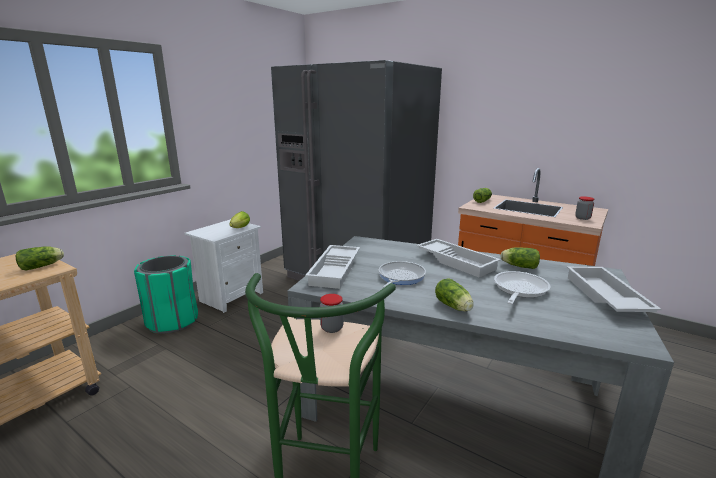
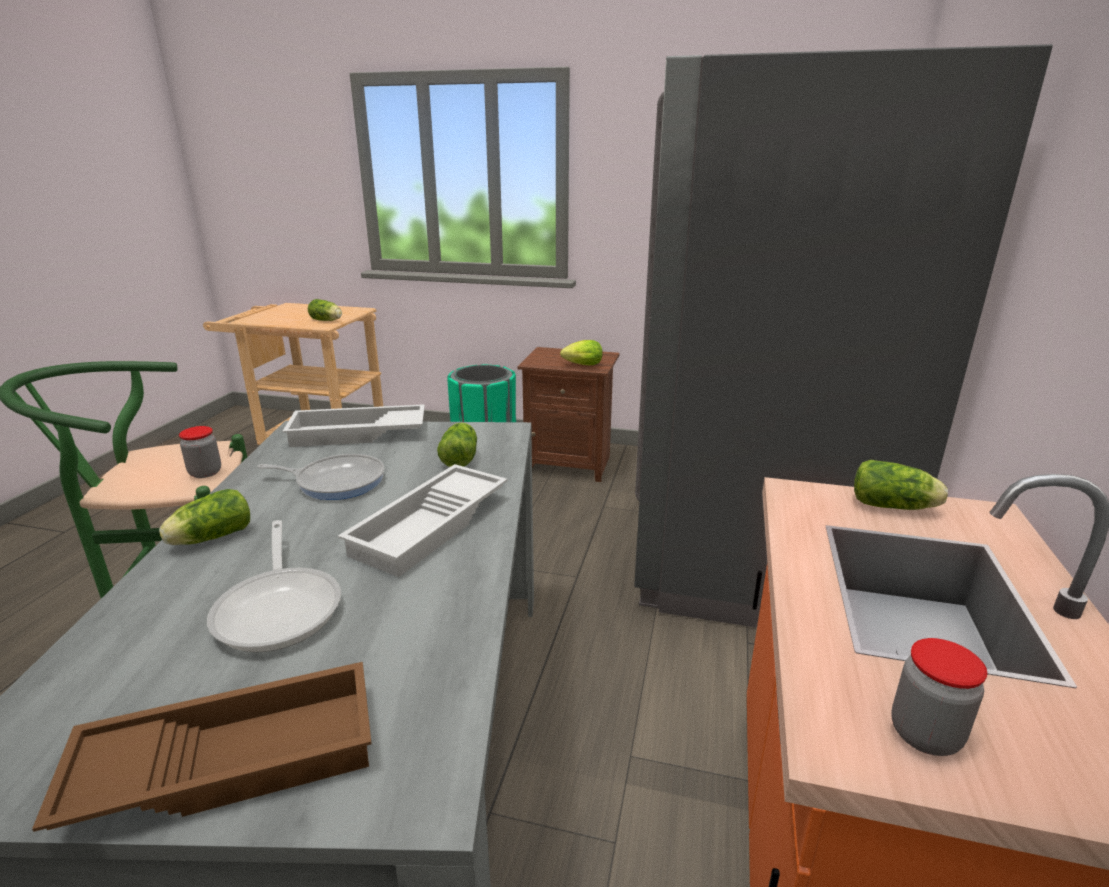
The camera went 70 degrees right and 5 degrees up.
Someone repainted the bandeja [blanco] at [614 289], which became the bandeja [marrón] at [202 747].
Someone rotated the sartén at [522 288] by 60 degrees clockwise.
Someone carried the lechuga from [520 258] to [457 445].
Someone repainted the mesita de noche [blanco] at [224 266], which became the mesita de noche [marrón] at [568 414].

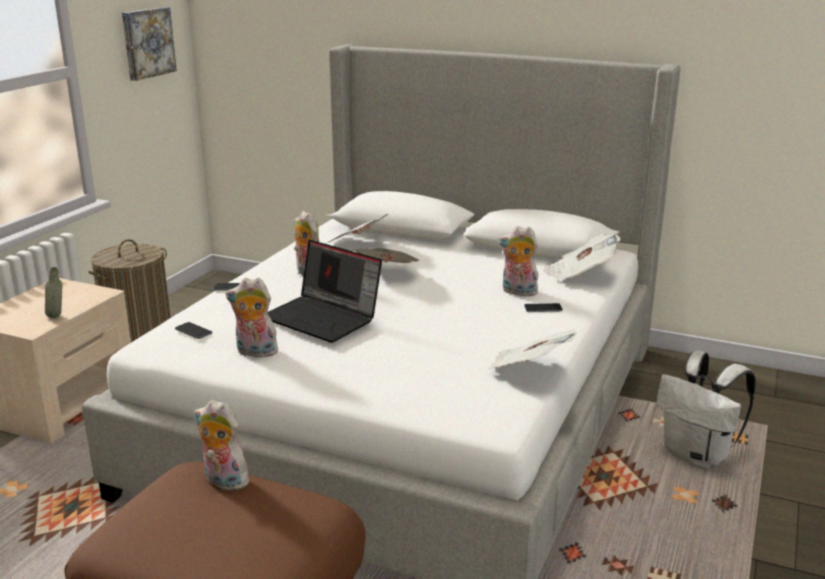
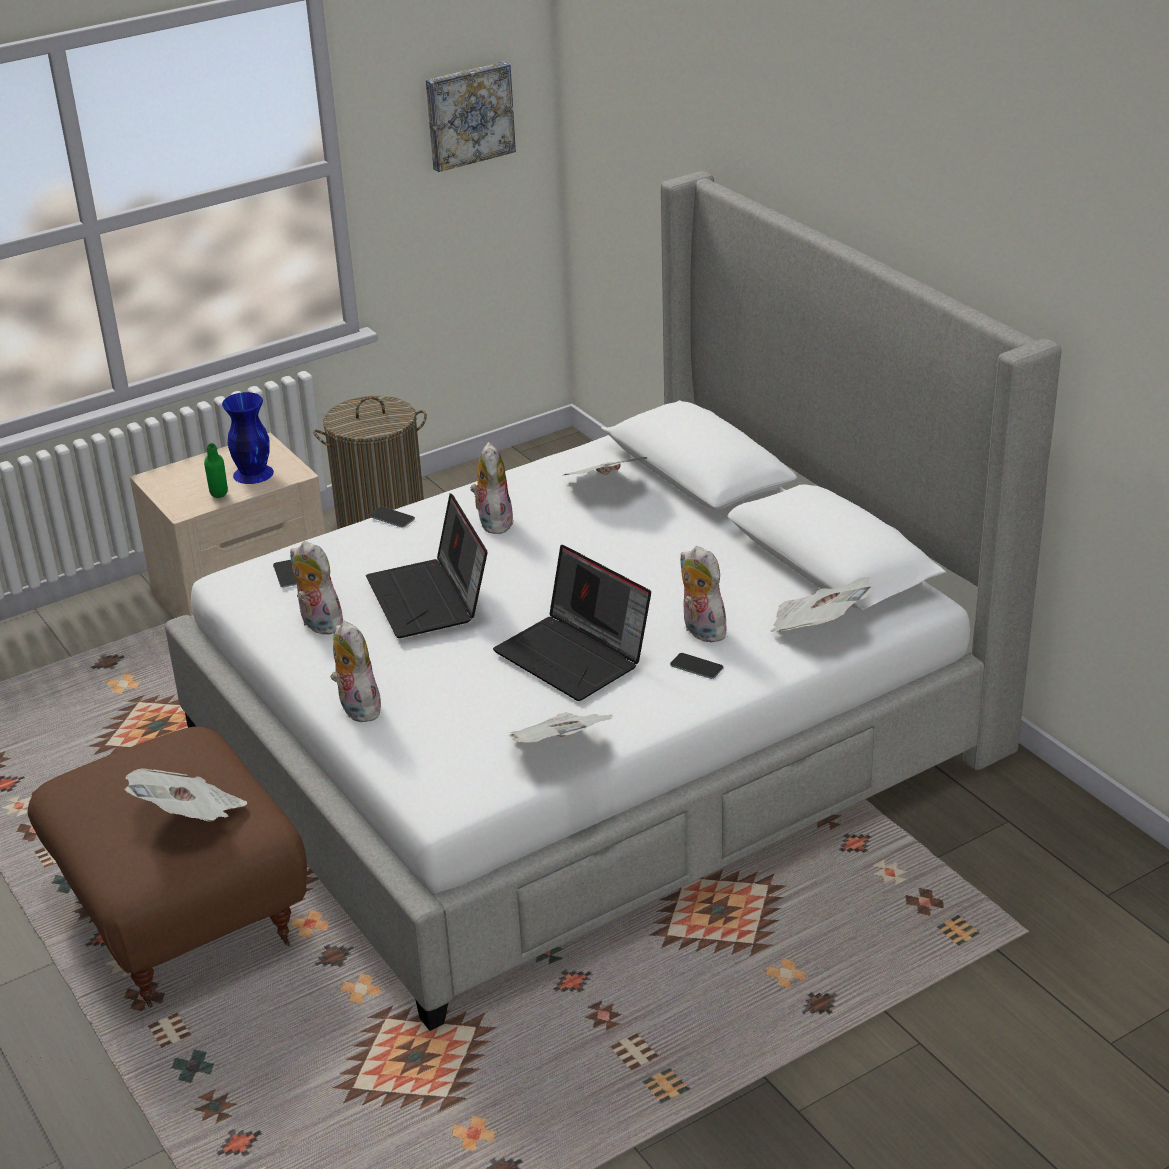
The camera went 35 degrees right and 10 degrees up.
Someone carried the periódico from [386 255] to [185 794].
Someone repainted the botella [gris] at [53 292], which became the botella [verde] at [216 470].
Someone put down the florero [azul] at [248 438].
Someone carried the peluche from [223 445] to [356 671].
Someone put down the portátil at [572 623].
Someone took away the mochila [blanco] at [706 410].

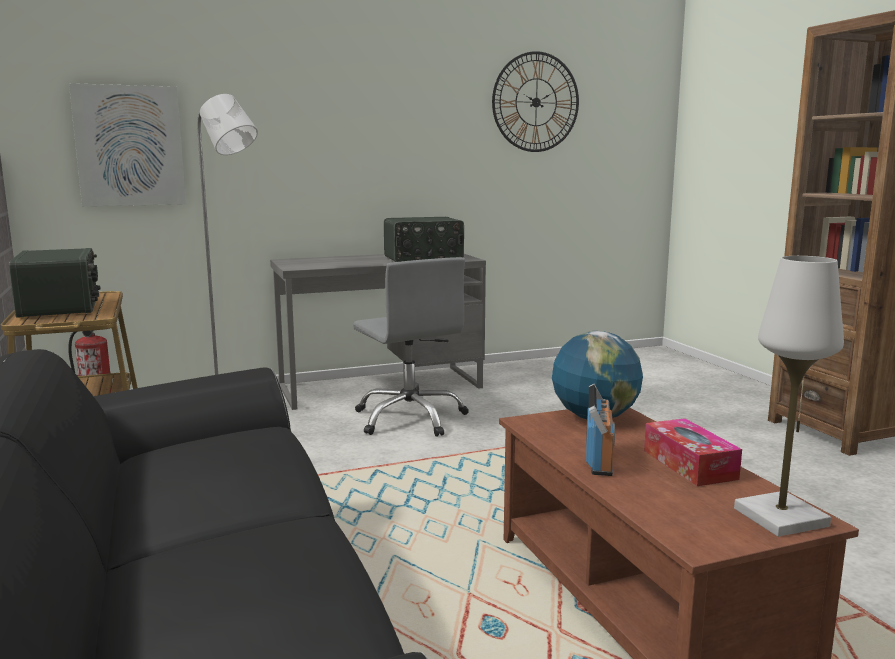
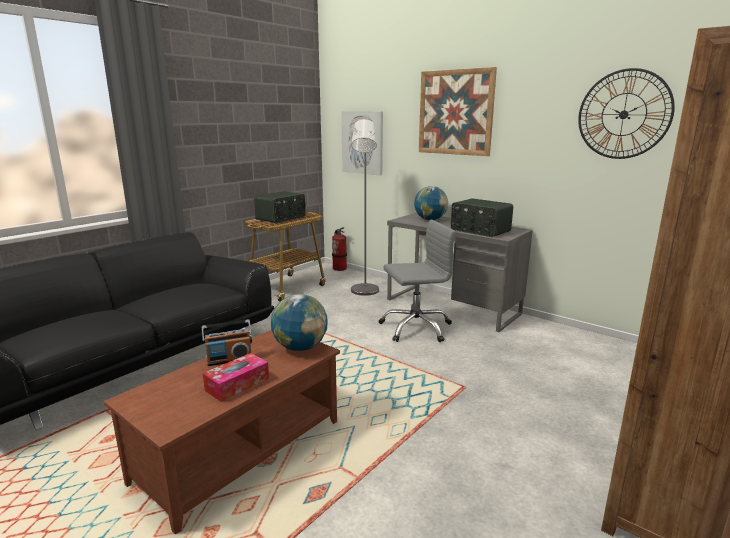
The camera went 60 degrees right and 5 degrees up.
Someone rotated the silla de oficina [gris] at [411 347] by 135 degrees counterclockwise.
Someone put down the globo terráqueo at [431 203].
Someone put up the cuadro at [458 111].
Someone took away the lámpara de mesa [blanco] at [789 396].

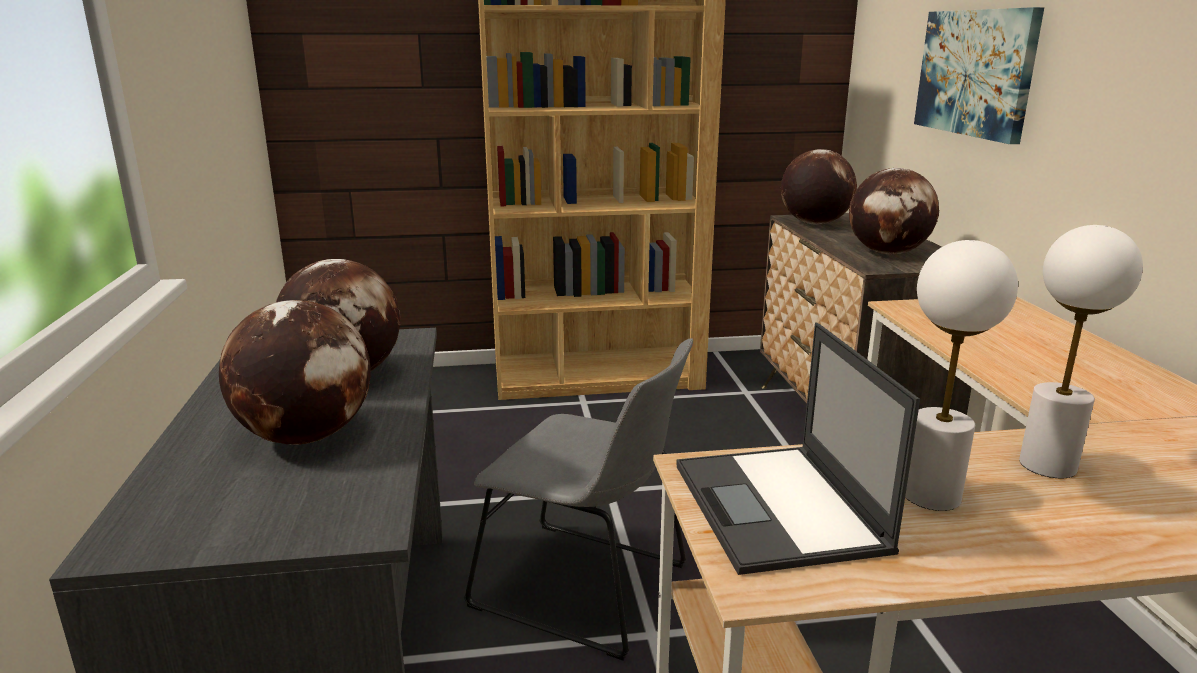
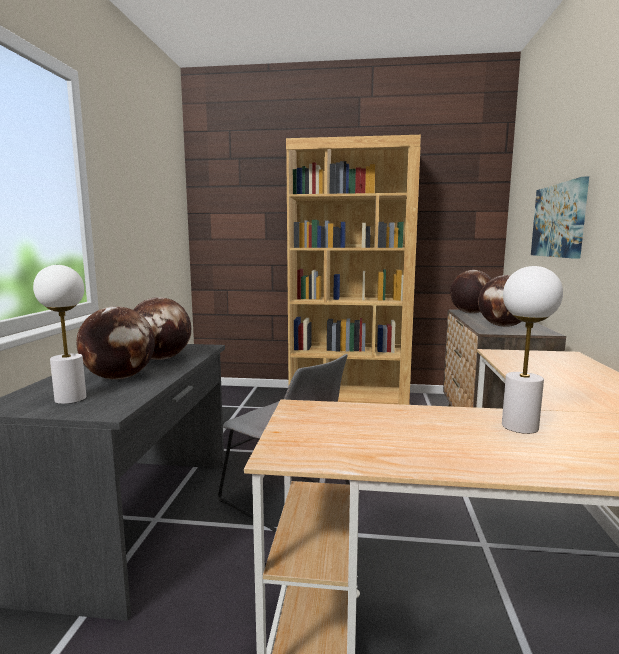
The camera went 15 degrees right and 10 degrees down.
Someone carried the lámpara de mesa [blanco] from [961 375] to [59 334].
Someone took away the portátil at [798 449].

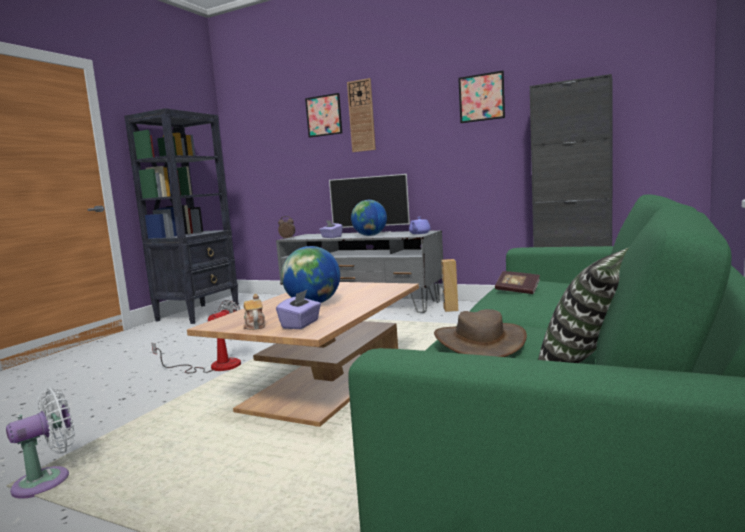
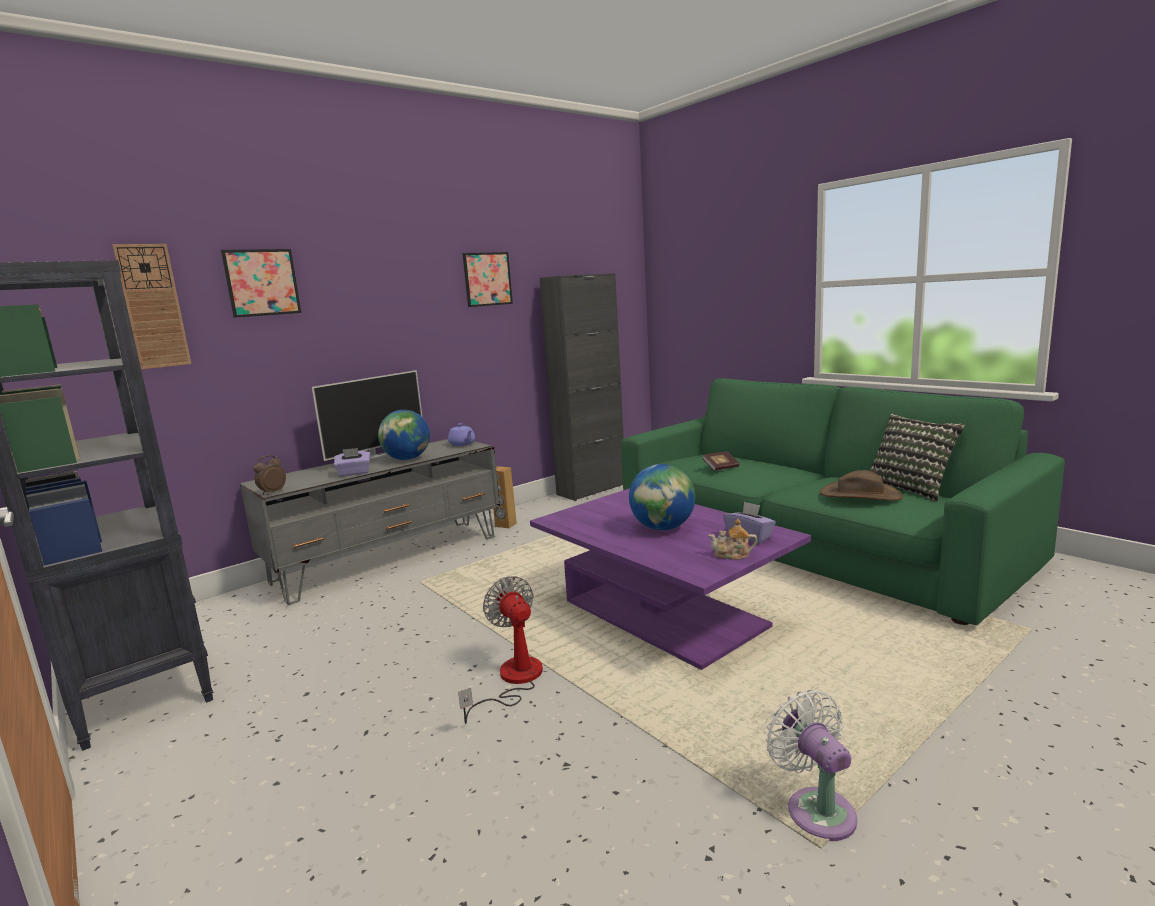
The camera went 65 degrees left and 5 degrees up.
Someone carried the reloj de pared from [361 115] to [151 306].
Someone repainted the mesa de centro [marrón] at [303 354], which became the mesa de centro [morado] at [670 579].

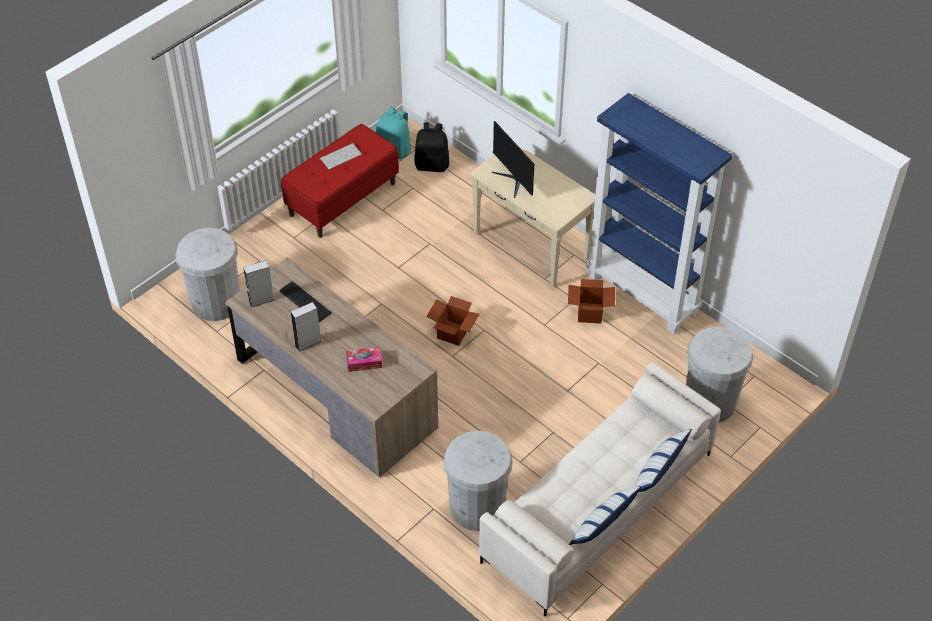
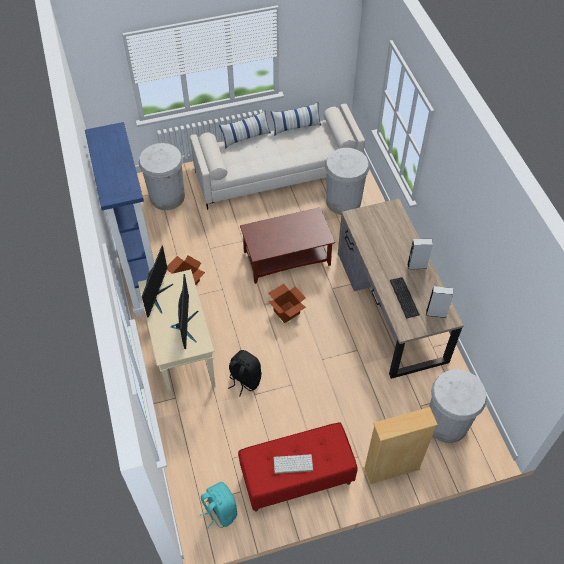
The camera went 150 degrees left and 5 degrees up.
Someone put down the monitor at [158 281].
Someone carried the mochila [negro] from [432 147] to [245 373].
Someone put down the mesa de centro [marrón] at [287 245].
Someone put down the estantería [beis] at [400 446].
Someone took away the caja de pañuelos at [364 359].

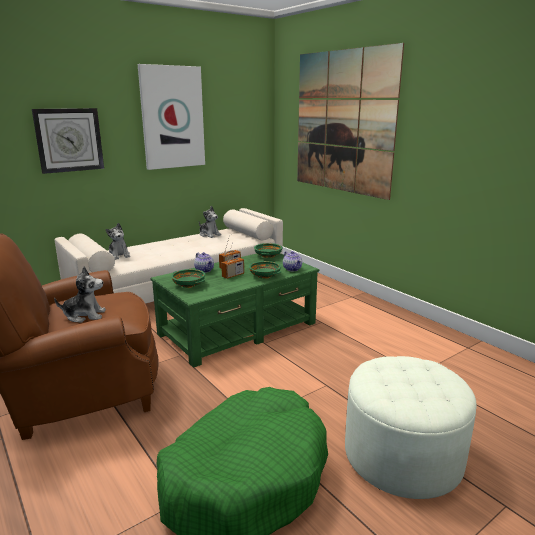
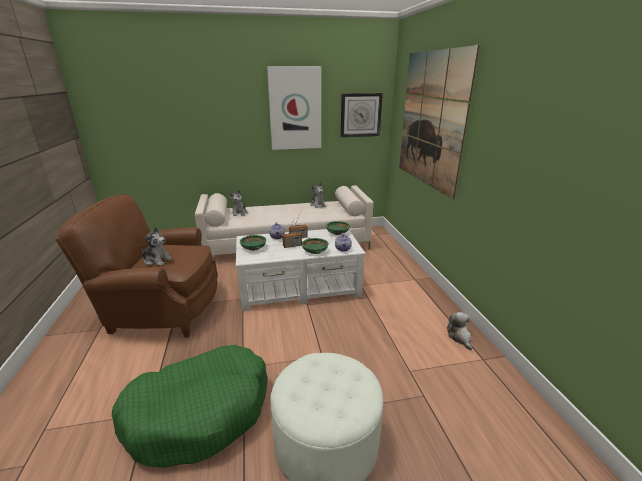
The camera went 25 degrees right and 5 degrees up.
Someone repainted the mesa de centro [verde] at [234 310], which became the mesa de centro [blanco] at [301 270].
Someone carried the reloj de pared from [68 141] to [362 115].
Someone put down the peluche at [459 331].

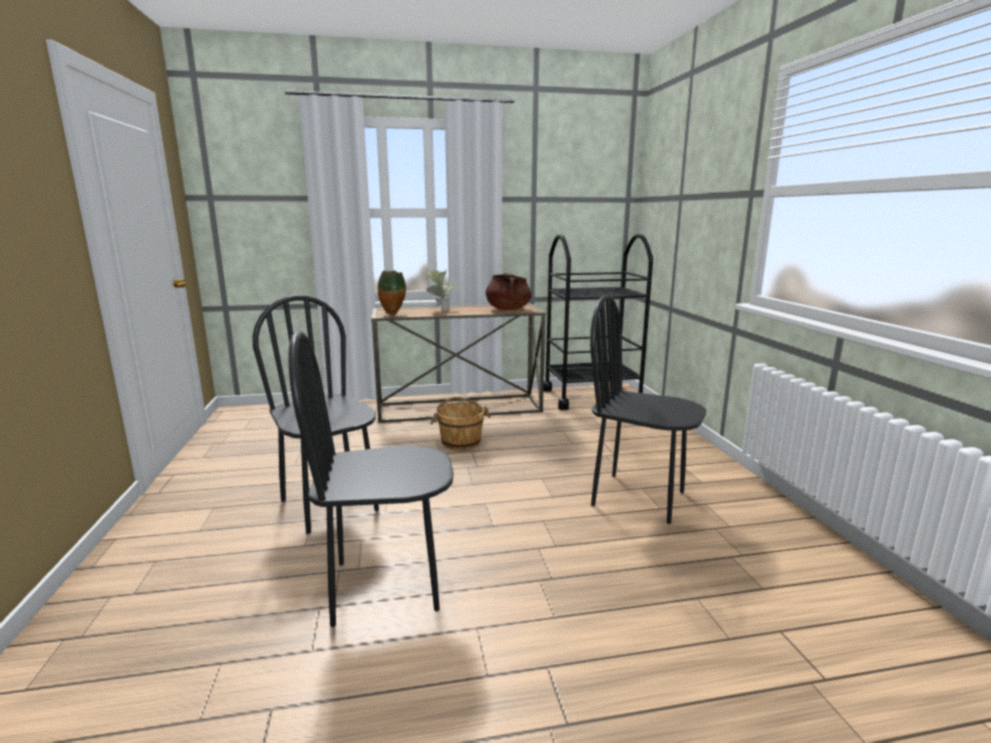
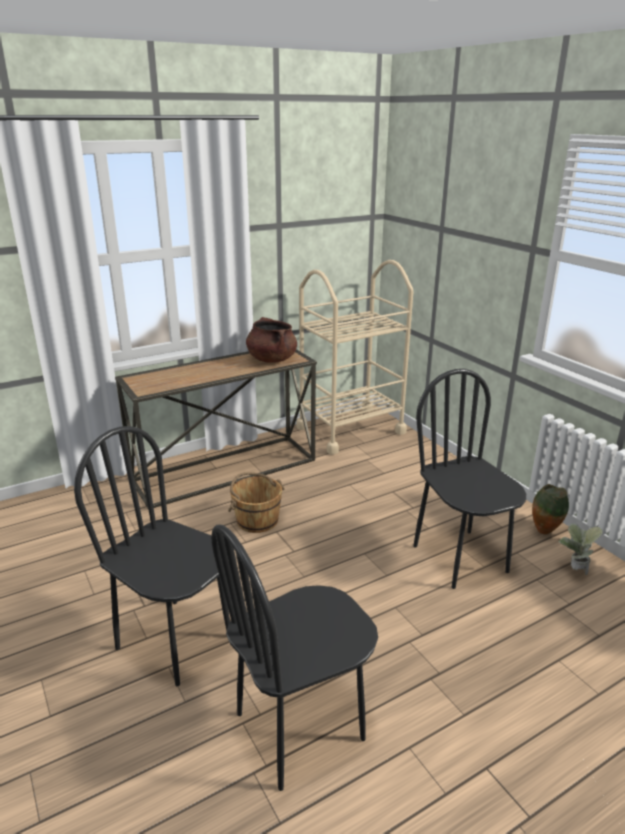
The camera went 20 degrees left and 10 degrees up.
Someone repainted the carrito [negro] at [598 322], which became the carrito [beis] at [355 357].
Someone rotated the silla [negro] at [648 409] by 60 degrees clockwise.
Someone carried the florero from [392 293] to [550 509].
Someone carried the planta en maceta from [441 290] to [581 549].

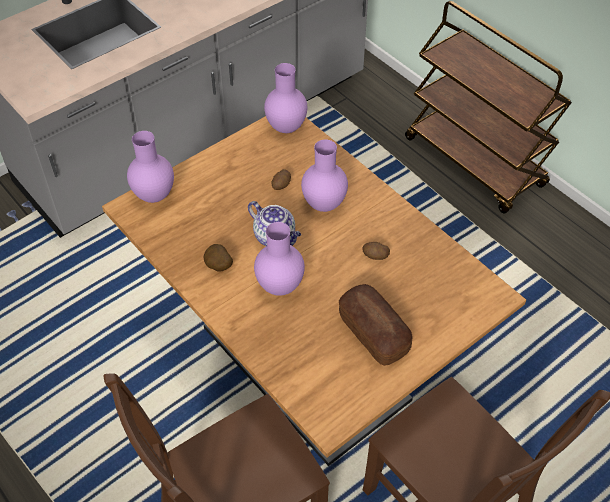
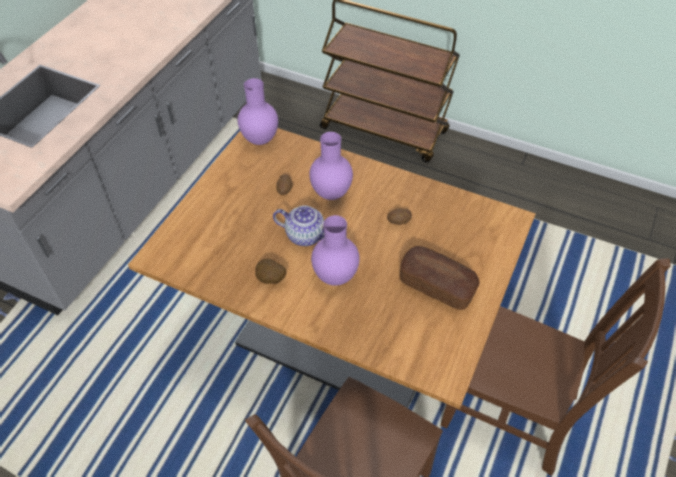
The camera went 25 degrees left and 0 degrees up.
Someone took away the florero [morado] at [150 167].

